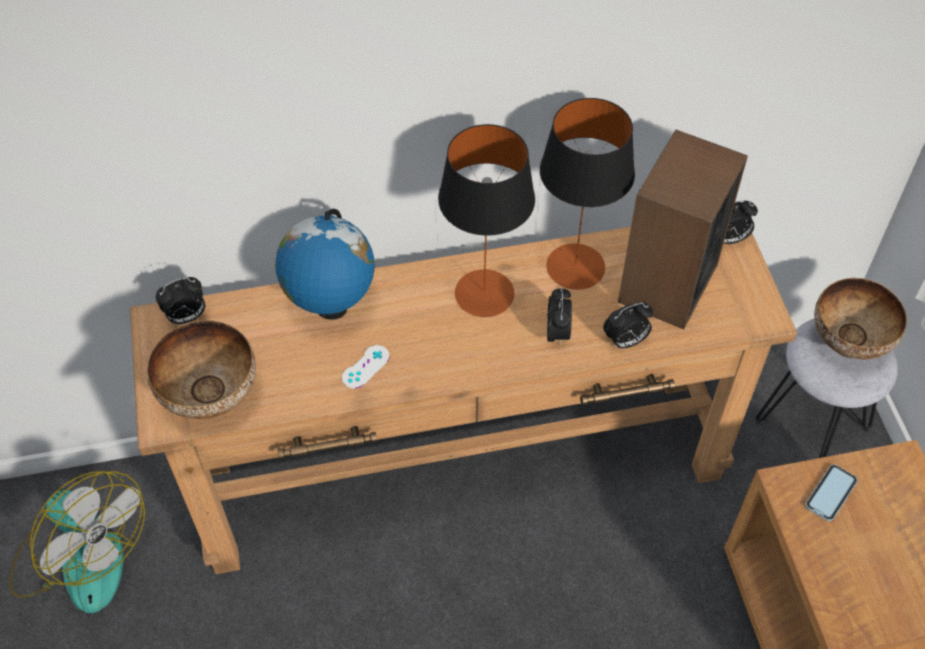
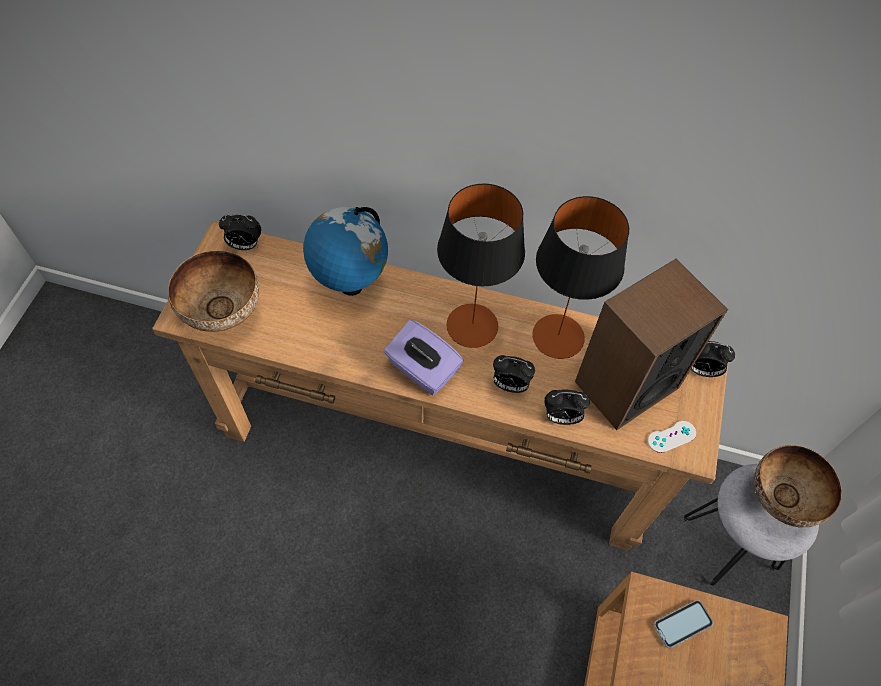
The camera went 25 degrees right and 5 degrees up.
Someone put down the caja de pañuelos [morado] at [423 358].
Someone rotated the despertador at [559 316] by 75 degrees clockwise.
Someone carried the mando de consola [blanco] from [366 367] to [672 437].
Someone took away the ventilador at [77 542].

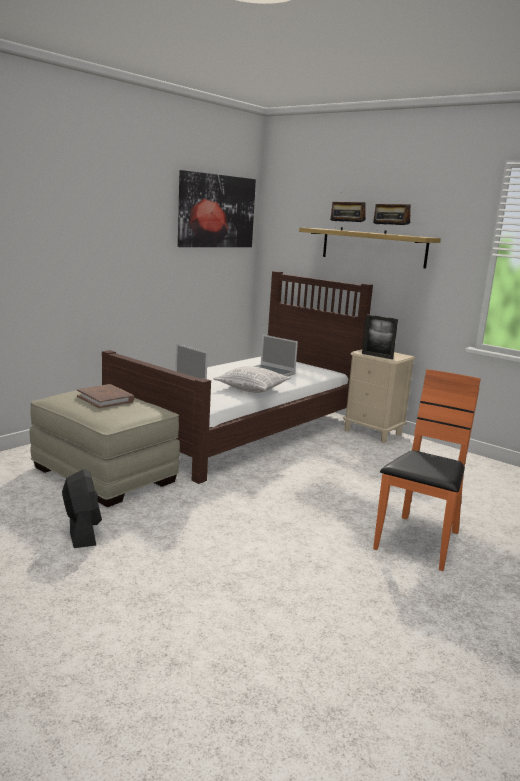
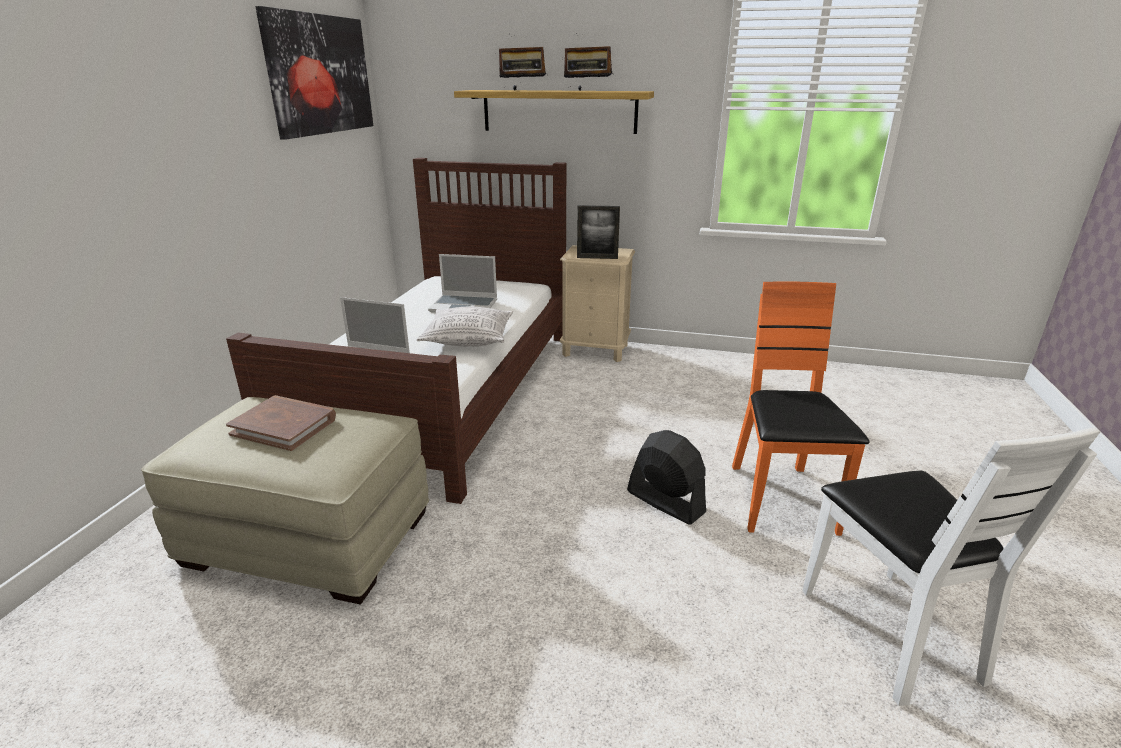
The camera went 25 degrees left and 10 degrees up.
Someone carried the ventilador [negro] from [82 508] to [666 477].
Someone put down the silla [blanco] at [951 566].

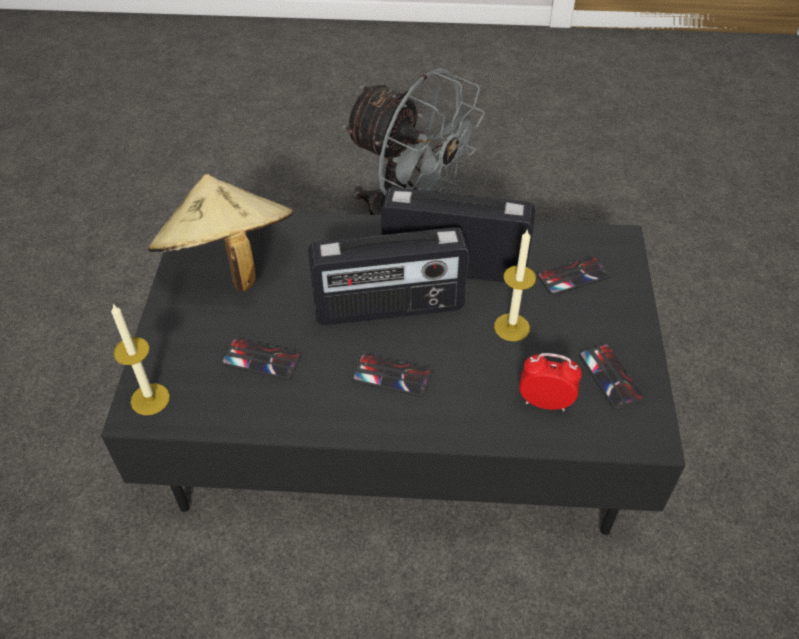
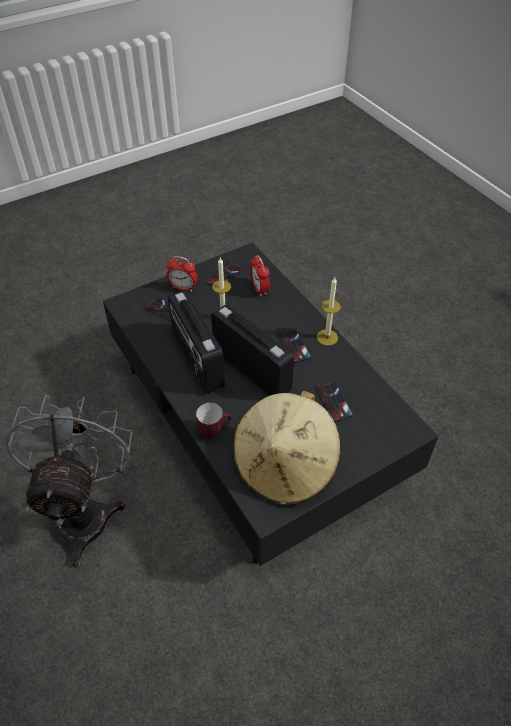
The camera went 125 degrees left and 0 degrees up.
Someone put down the despertador at [181 274].
Someone put down the taza grande at [213 420].
Someone carried the vela from [140 359] to [329 311].

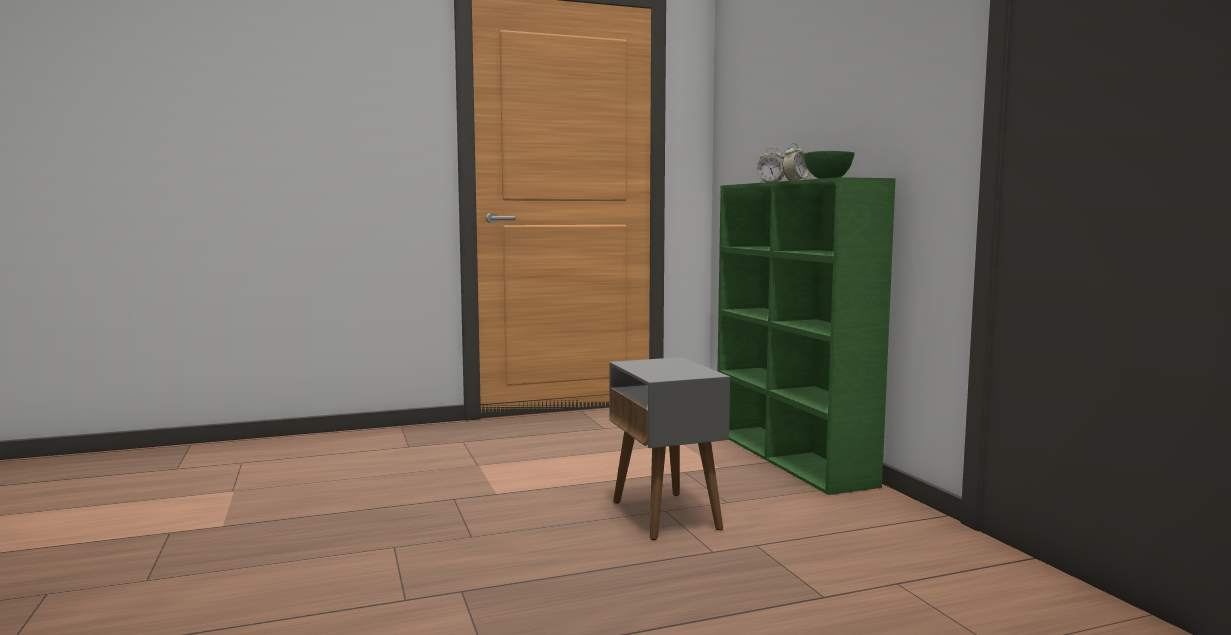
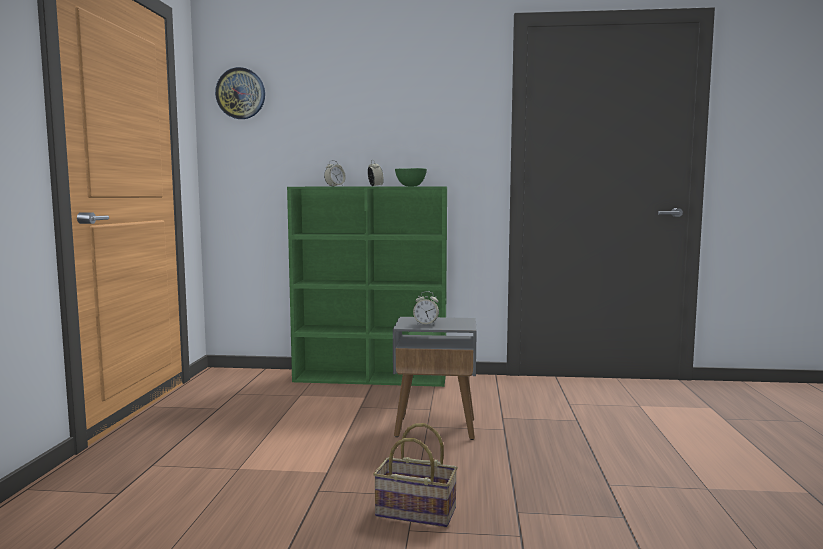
The camera went 65 degrees left and 0 degrees up.
Someone put up the reloj de pared at [240 93].
Someone put down the cesta at [415 475].
Someone put down the despertador at [426 308].

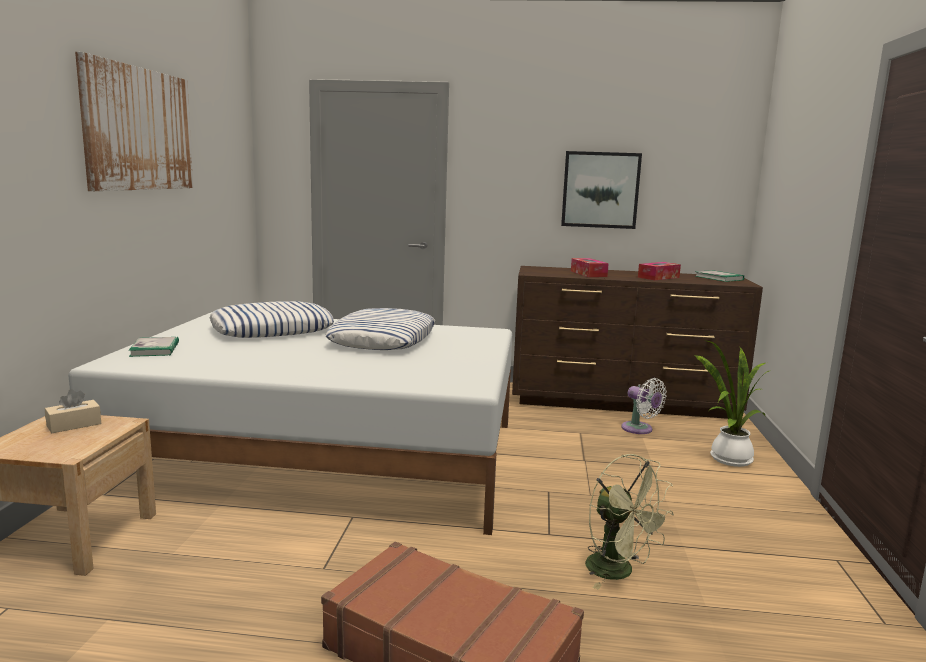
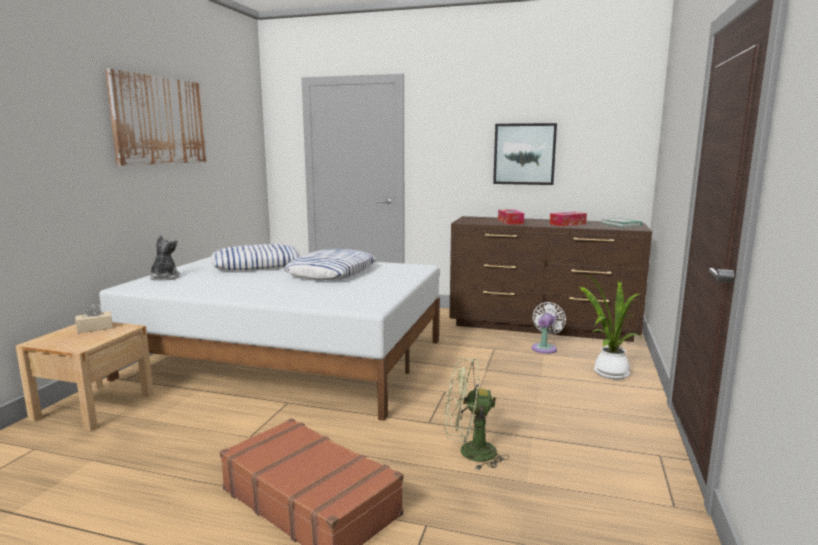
The camera went 10 degrees right and 0 degrees up.
Someone swapped the libro at [153 347] for the peluche at [165 257].
Someone rotated the ventilador [verde] at [629 522] by 120 degrees clockwise.
Someone rotated the ventilador [blanco] at [643 406] by 120 degrees counterclockwise.

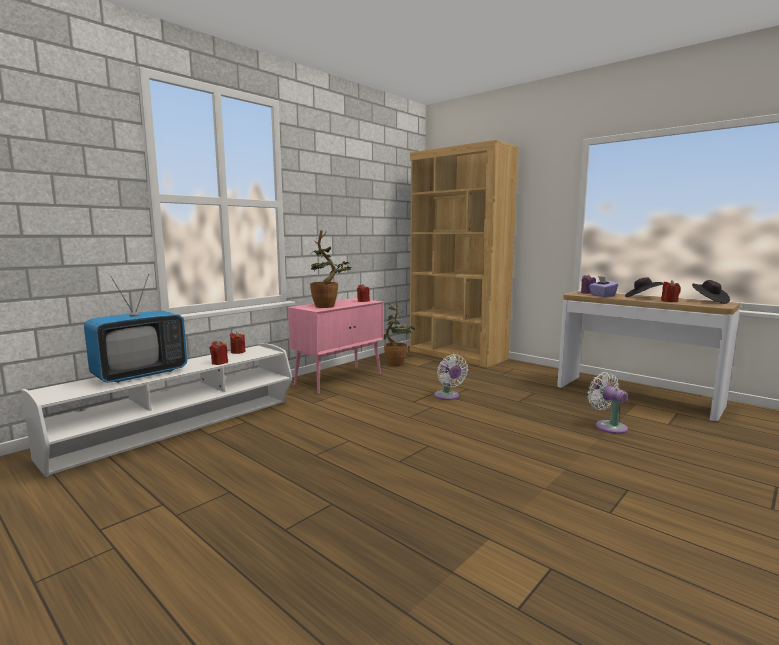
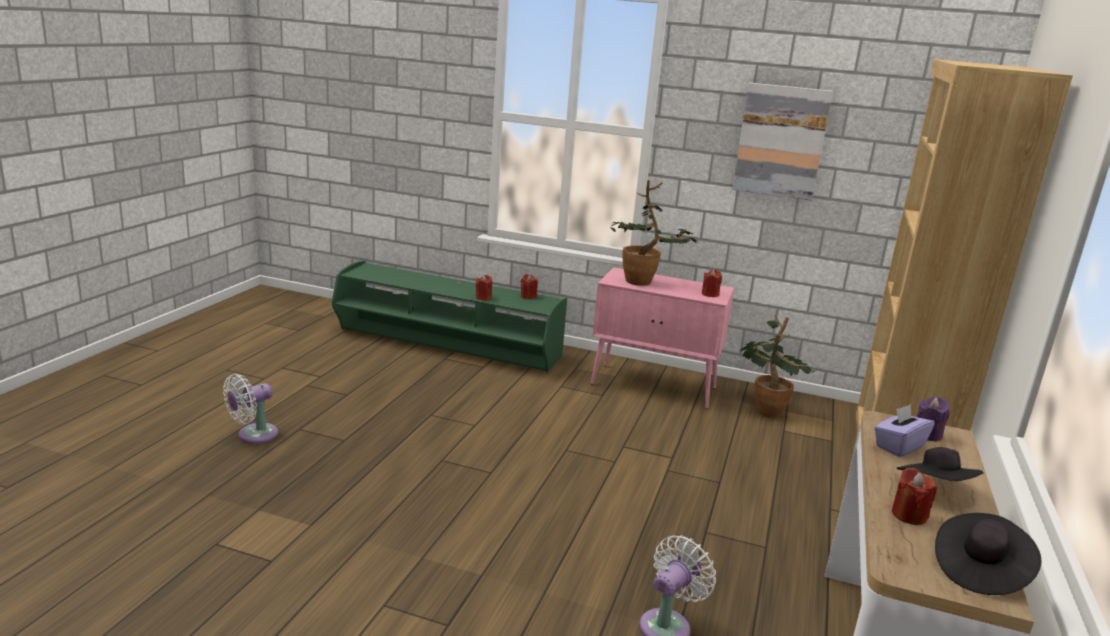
The camera went 65 degrees right and 10 degrees up.
Someone carried the ventilador [blanco] from [451 377] to [250 409].
Someone repainted the mueble de televisión [blanco] at [156 410], which became the mueble de televisión [verde] at [449 316].
Someone put up the cuadro at [782 142].
Someone took away the televisor at [135 328].

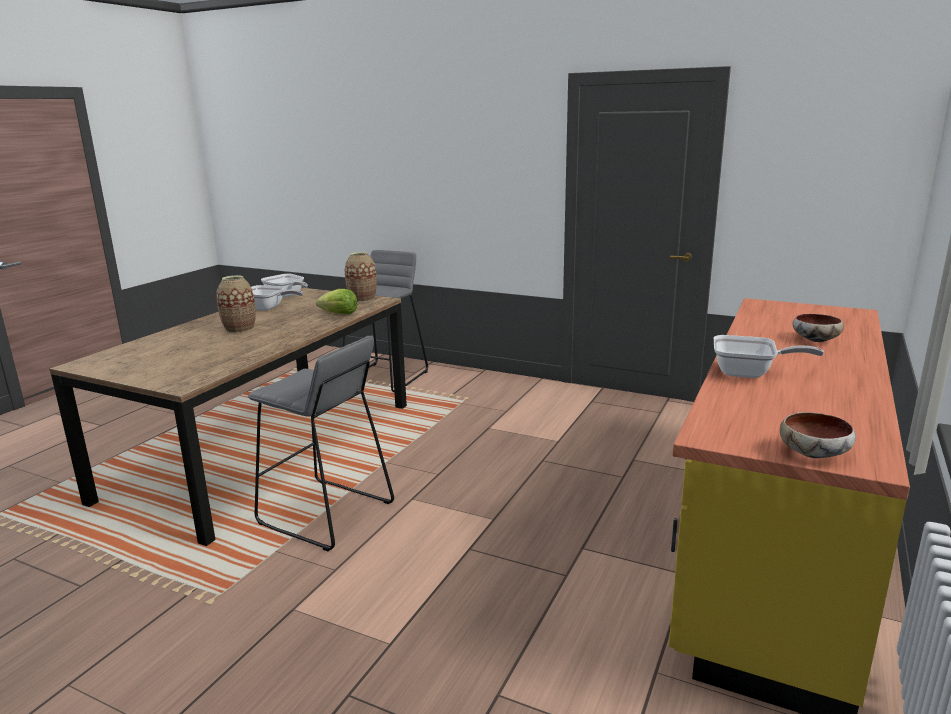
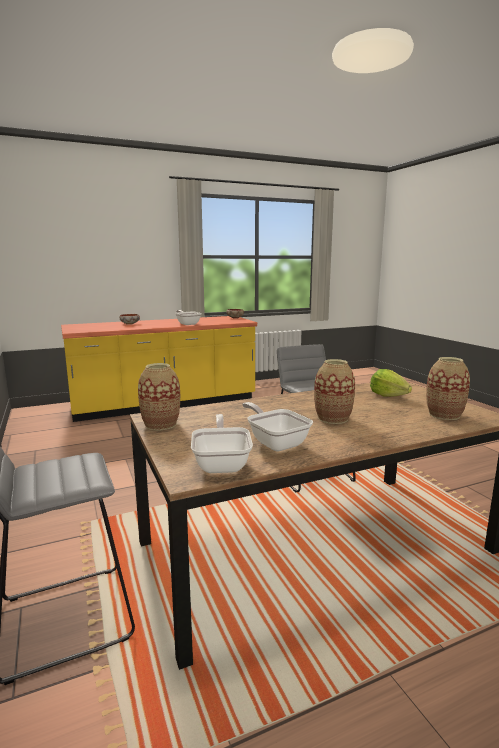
The camera went 140 degrees left and 5 degrees down.
Someone carried the lechuga from [337 301] to [391 383].
Someone put down the florero at [448 388].

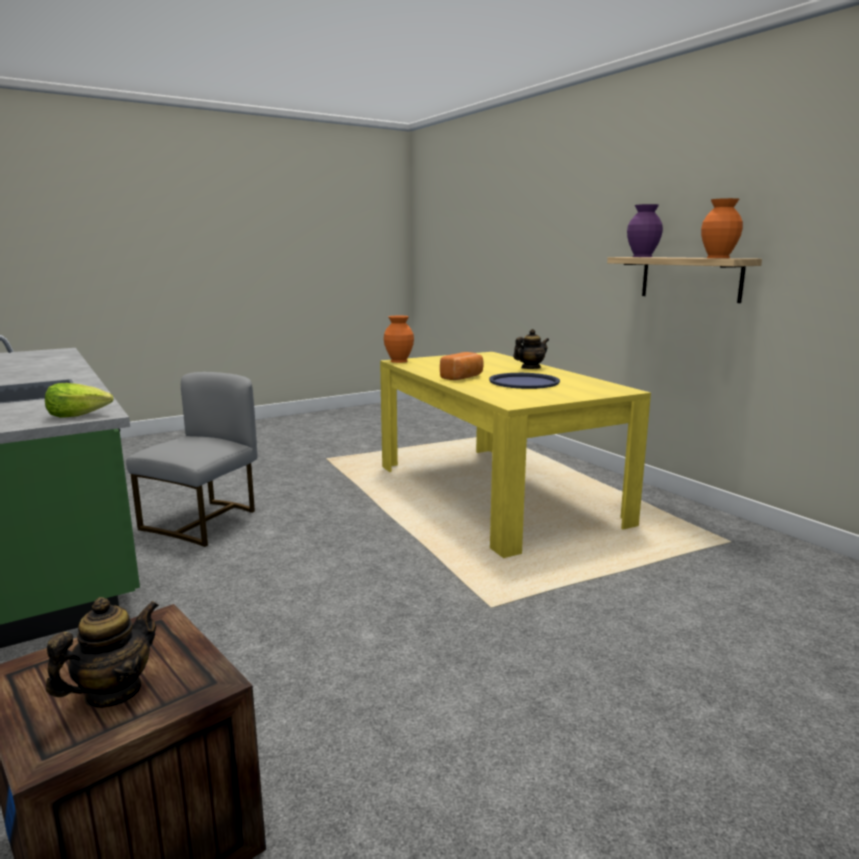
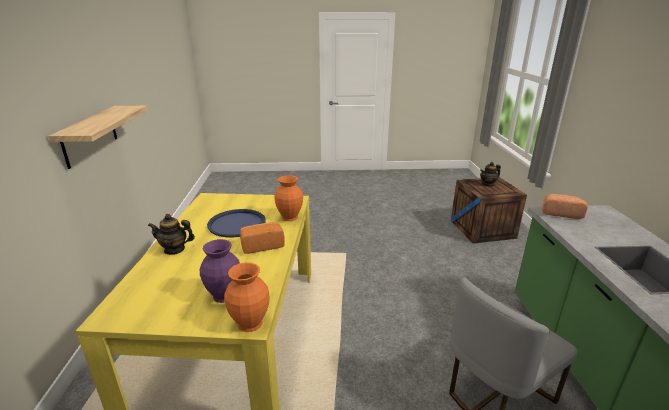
The camera went 150 degrees left and 10 degrees up.
Someone carried the florero [morado] from [645 230] to [220 271].
Someone carried the florero [naranja] from [722 228] to [288 198].
Someone swapped the lechuga at [79 400] for the pan at [565 206].

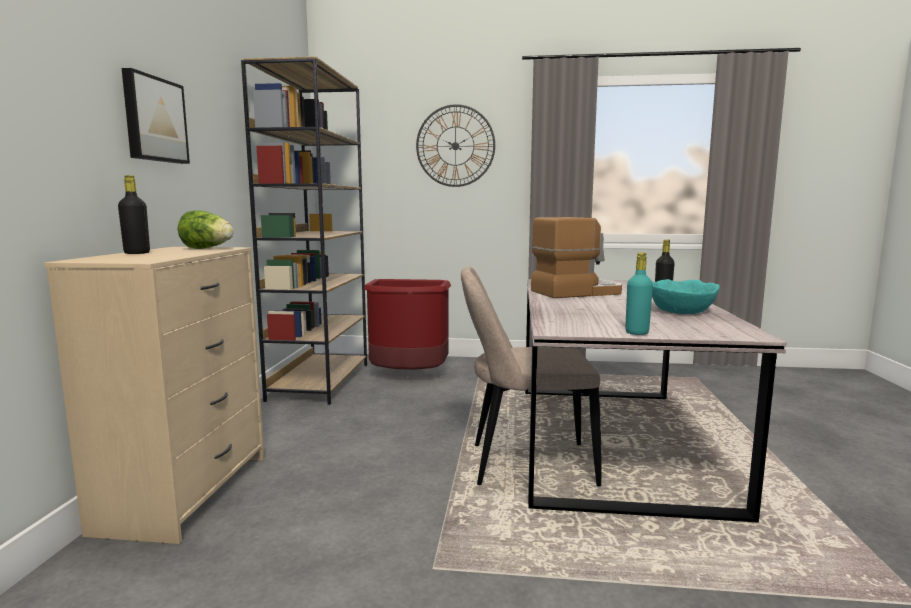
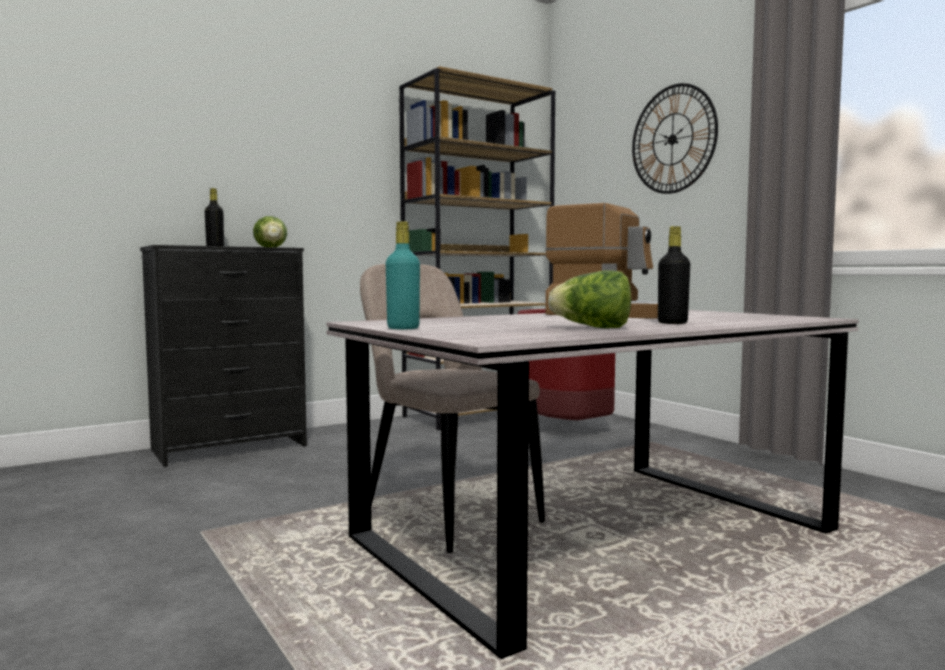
The camera went 50 degrees right and 5 degrees down.
Someone repainted the cómoda [beis] at [154 395], which became the cómoda [negro] at [223 356].
Someone swapped the cuenco [turquesa] at [686 296] for the lechuga at [589 299].
Someone took away the cuadro at [156 116].

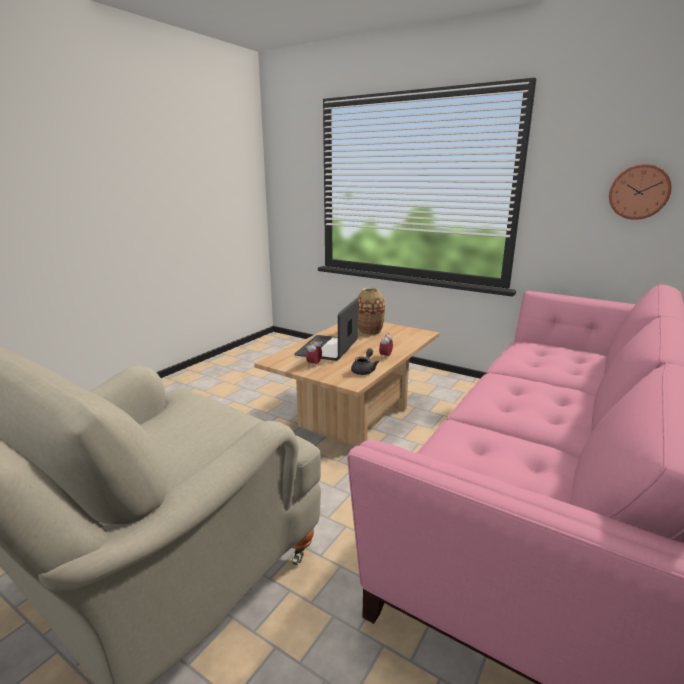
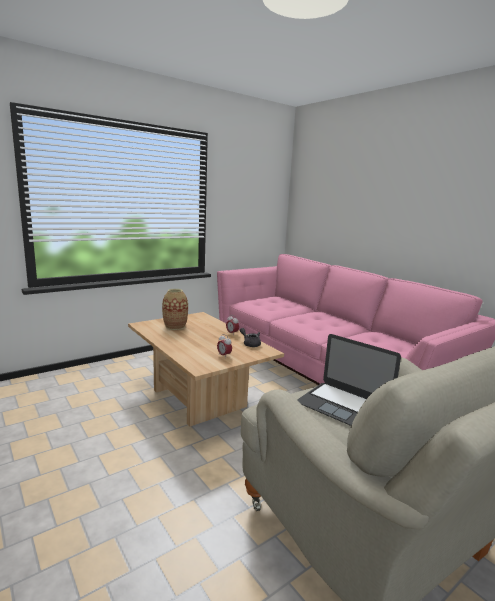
The camera went 70 degrees left and 5 degrees down.
Someone carried the portátil from [326 329] to [349 380].
Someone took away the reloj de pared at [640 192].

